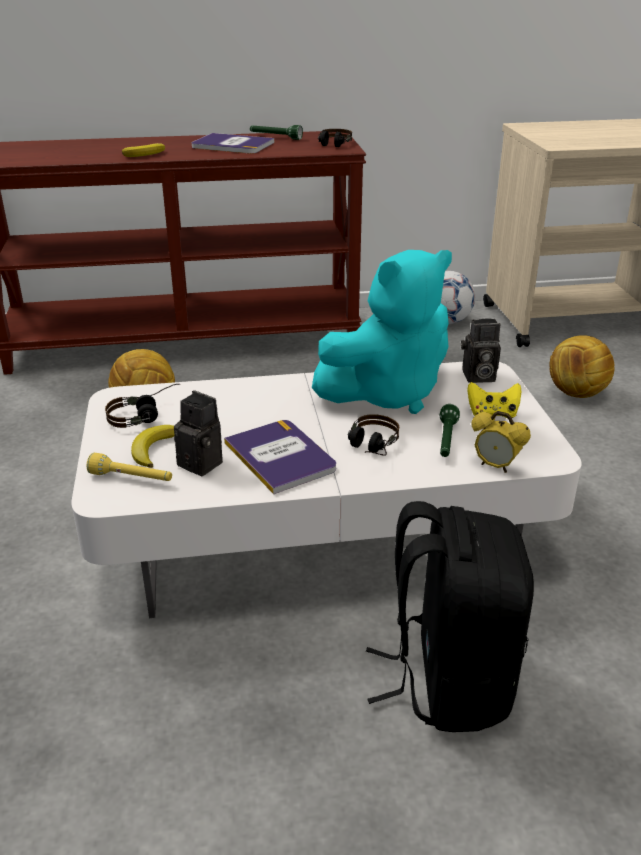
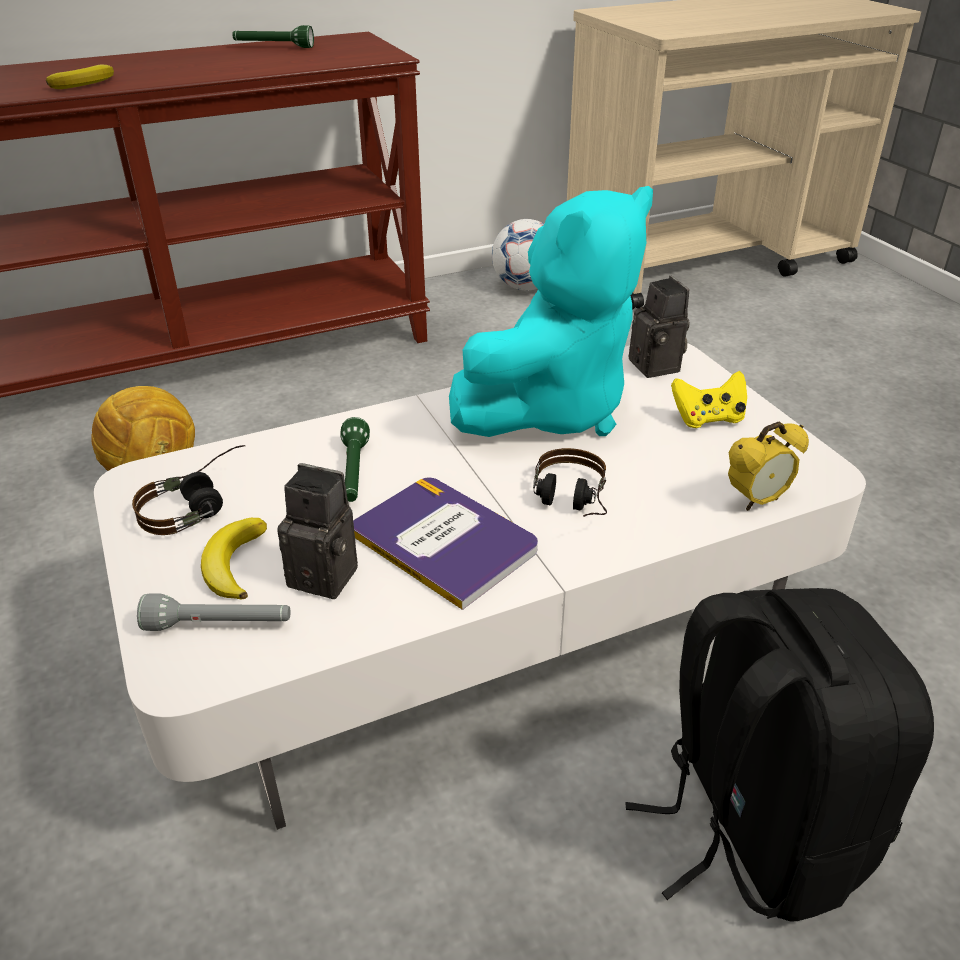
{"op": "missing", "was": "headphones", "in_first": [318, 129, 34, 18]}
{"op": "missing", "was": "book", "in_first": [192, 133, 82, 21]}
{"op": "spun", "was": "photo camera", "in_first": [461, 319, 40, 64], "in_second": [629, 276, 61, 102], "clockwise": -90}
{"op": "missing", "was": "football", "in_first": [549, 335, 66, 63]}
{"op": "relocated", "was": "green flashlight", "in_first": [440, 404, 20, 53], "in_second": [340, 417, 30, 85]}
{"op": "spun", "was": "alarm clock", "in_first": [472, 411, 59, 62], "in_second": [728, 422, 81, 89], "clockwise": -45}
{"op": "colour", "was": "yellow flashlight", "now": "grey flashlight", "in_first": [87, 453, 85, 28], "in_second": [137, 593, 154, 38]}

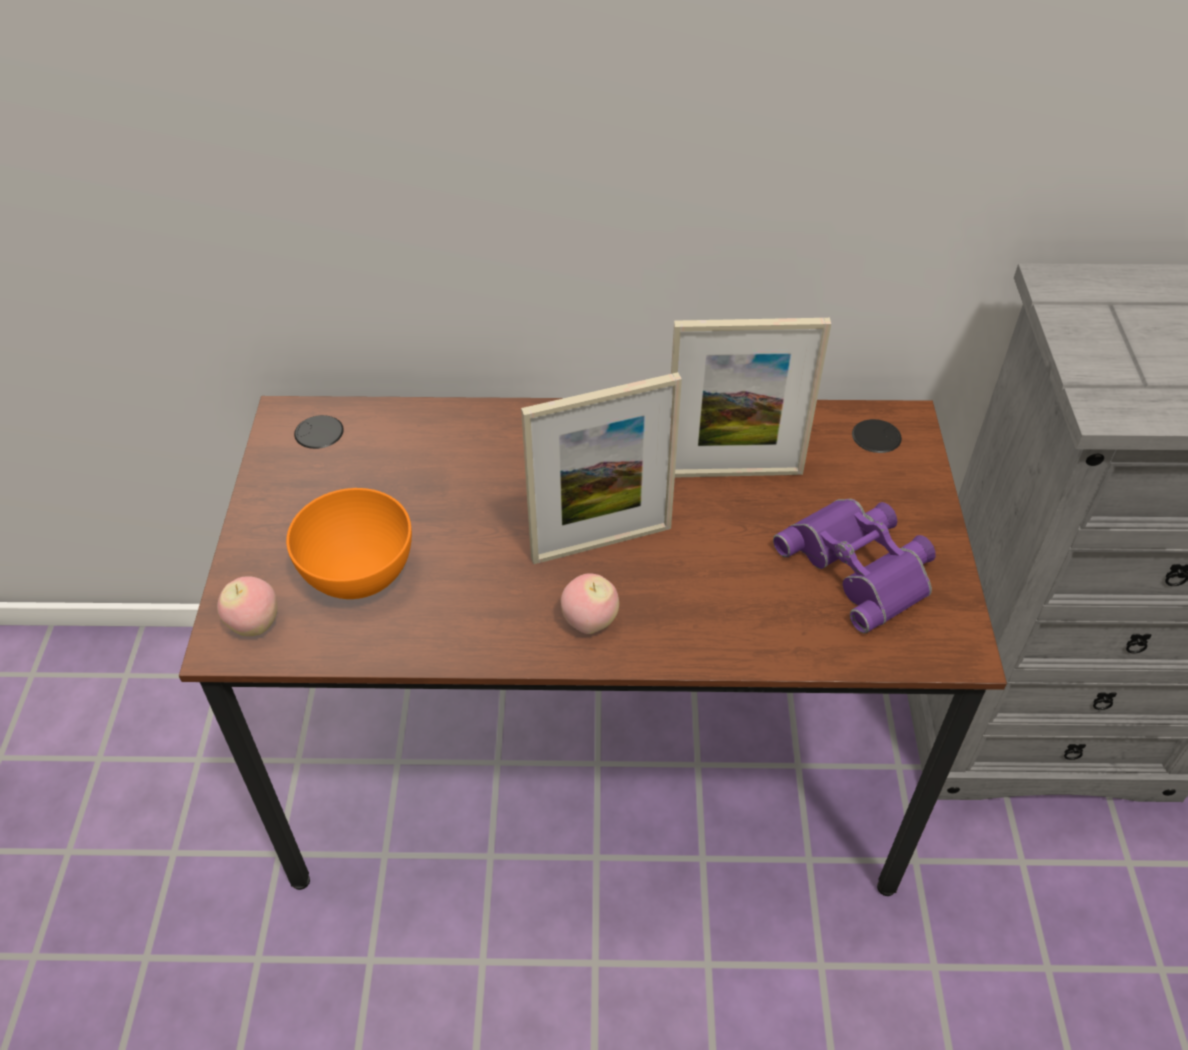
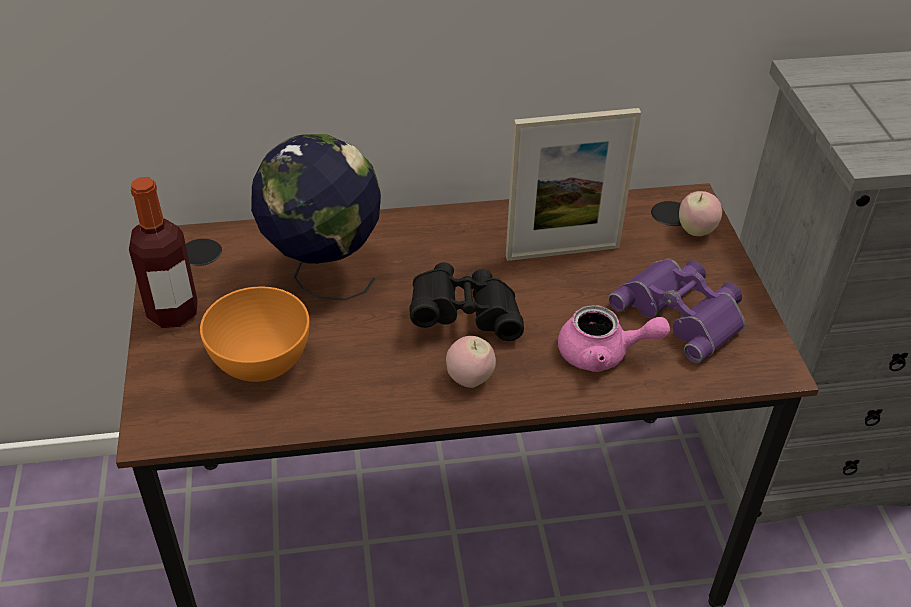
{"op": "exchanged", "was": "picture frame", "now": "black binoculars", "in_first": [521, 372, 161, 192], "in_second": [409, 262, 115, 79]}
{"op": "relocated", "was": "apple", "in_first": [217, 576, 60, 60], "in_second": [679, 191, 43, 45]}
{"op": "appeared", "now": "globe", "in_second": [251, 134, 130, 167]}
{"op": "appeared", "now": "bottle", "in_second": [129, 177, 69, 151]}
{"op": "appeared", "now": "pink teapot", "in_second": [558, 305, 112, 67]}

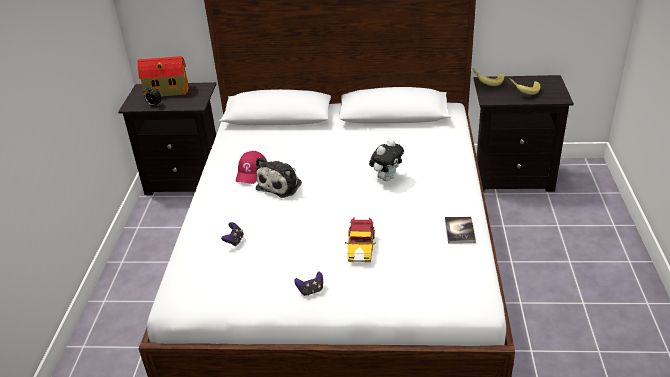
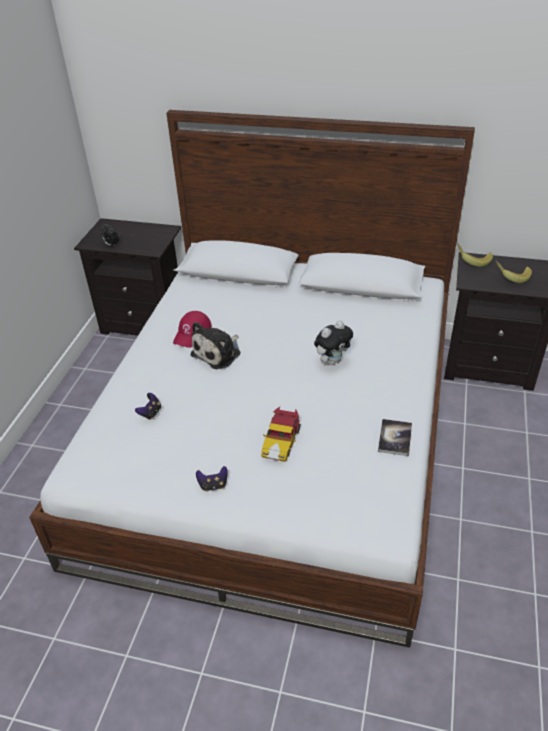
{"op": "missing", "was": "toy house", "in_first": [137, 56, 52, 40]}

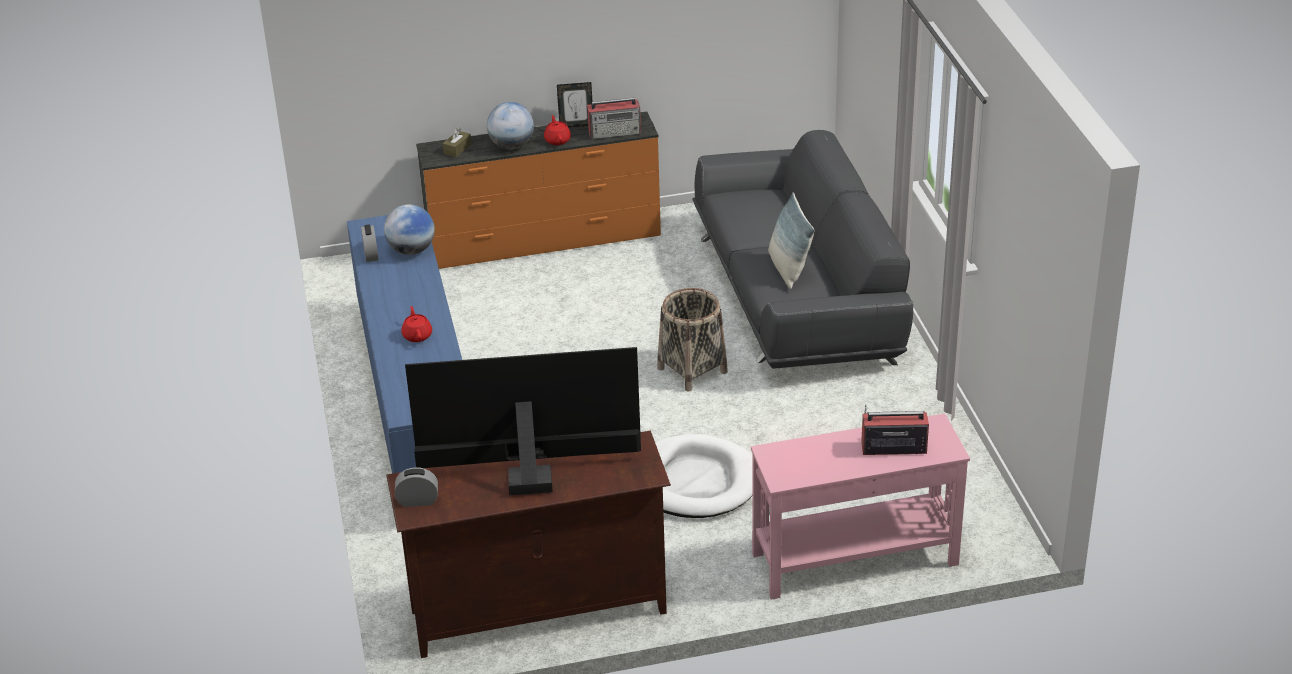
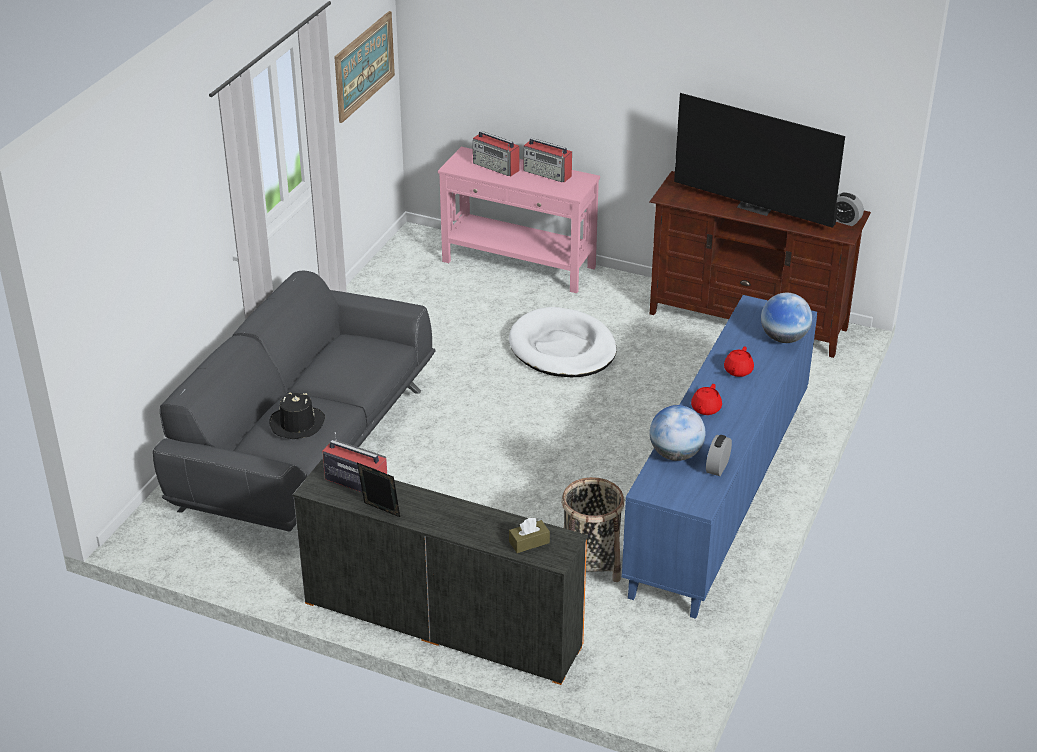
{"op": "relocated", "was": "globe", "in_first": [487, 102, 47, 47], "in_second": [761, 293, 51, 50]}
{"op": "relocated", "was": "red teapot", "in_first": [544, 115, 27, 30], "in_second": [691, 384, 31, 31]}
{"op": "missing", "was": "pillow", "in_first": [768, 192, 47, 97]}
{"op": "relocated", "was": "basket", "in_first": [657, 288, 71, 104], "in_second": [561, 477, 64, 105]}
{"op": "appeared", "now": "picture", "in_second": [335, 11, 60, 112]}
{"op": "appeared", "now": "radio", "in_second": [524, 138, 48, 45]}
{"op": "appeared", "now": "black hat", "in_second": [269, 392, 56, 47]}

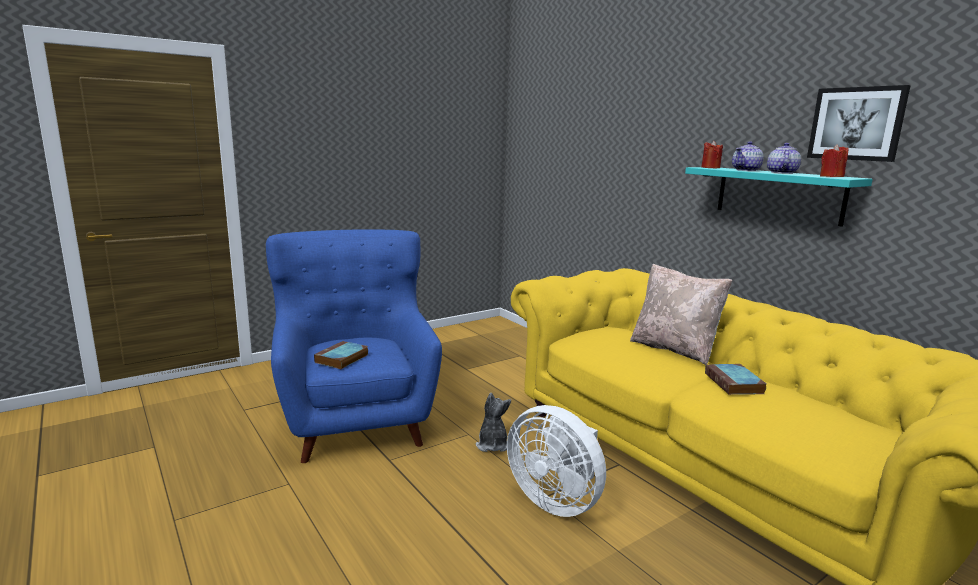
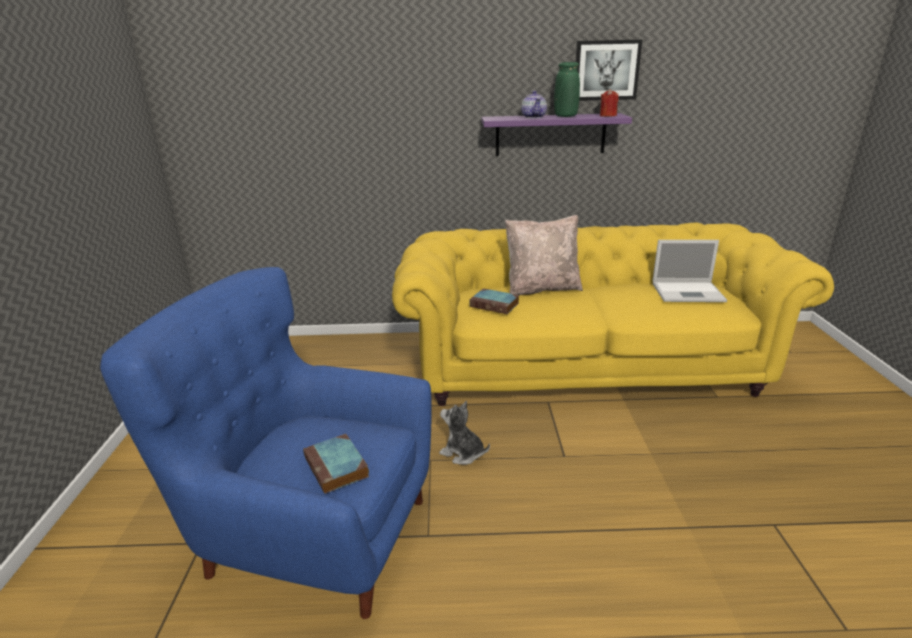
{"op": "missing", "was": "red candle", "in_first": [701, 140, 22, 28]}
{"op": "exchanged", "was": "teapot", "now": "green vase", "in_first": [767, 143, 34, 31], "in_second": [554, 62, 26, 55]}
{"op": "colour", "was": "turquoise shelf", "now": "purple shelf", "in_first": [685, 167, 188, 60], "in_second": [482, 113, 150, 43]}
{"op": "relocated", "was": "book", "in_first": [705, 364, 61, 31], "in_second": [470, 288, 49, 26]}
{"op": "missing", "was": "white fan", "in_first": [507, 405, 99, 112]}
{"op": "appeared", "now": "laptop", "in_second": [652, 240, 75, 62]}

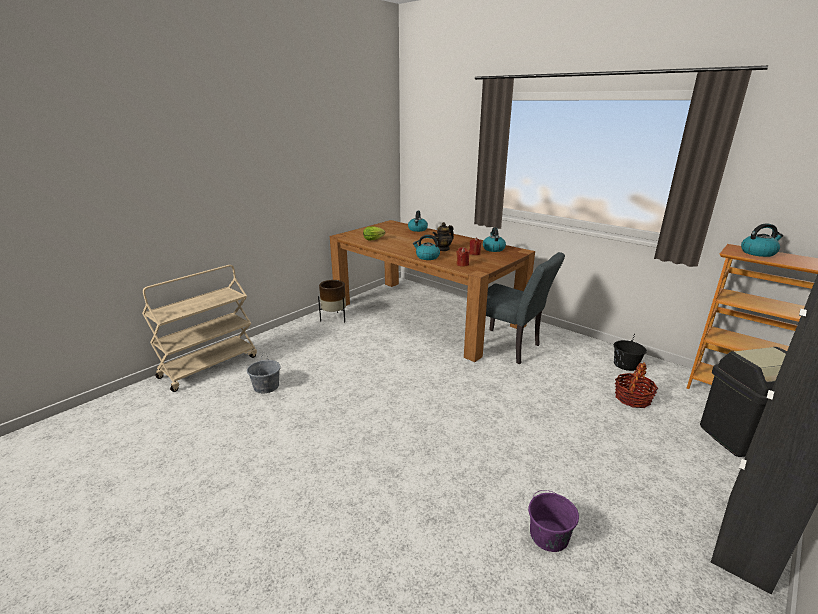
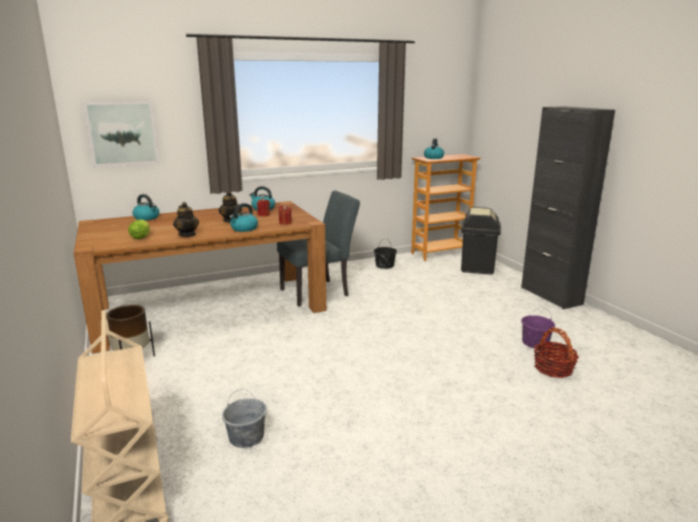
{"op": "relocated", "was": "basket", "in_first": [615, 362, 43, 46], "in_second": [534, 327, 45, 51]}
{"op": "appeared", "now": "picture", "in_second": [84, 101, 75, 66]}
{"op": "appeared", "now": "teapot", "in_second": [173, 202, 26, 35]}

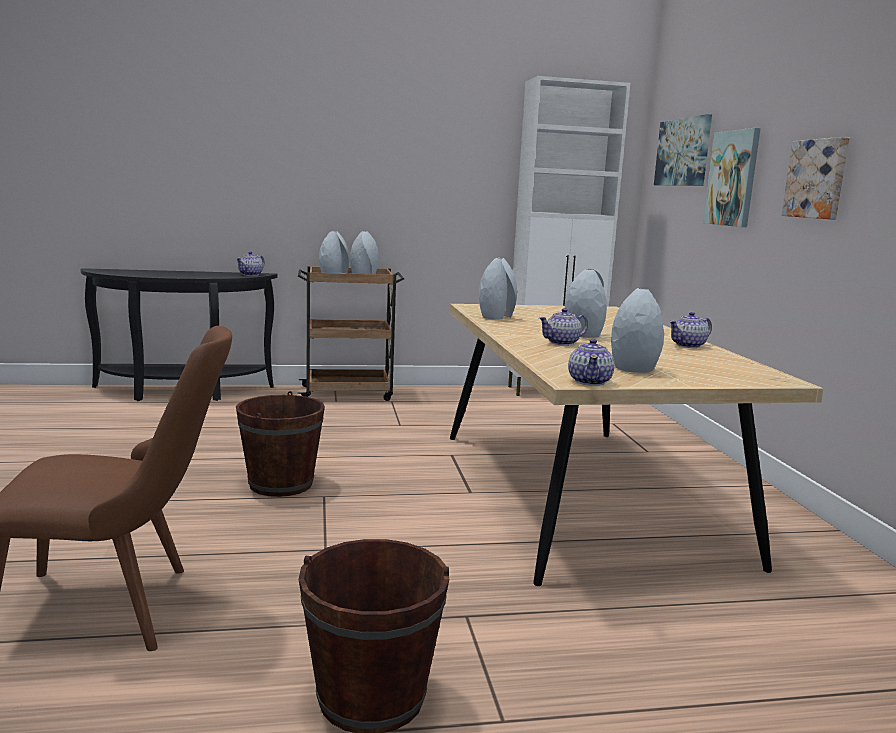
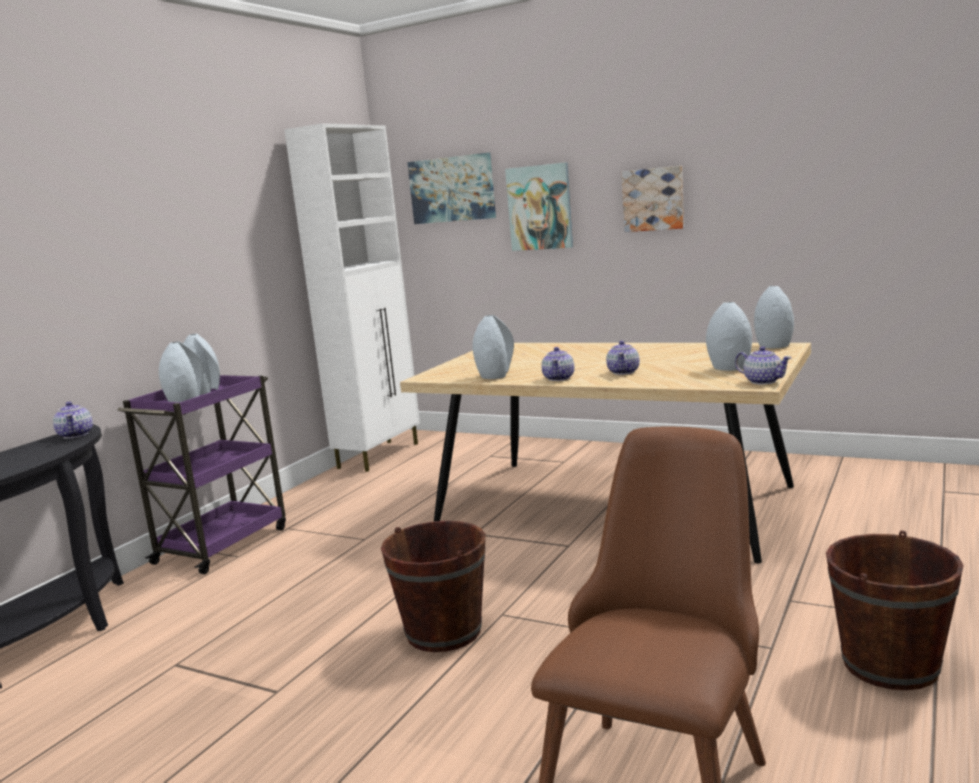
{"op": "colour", "was": "brown cart", "now": "purple cart", "in_first": [298, 266, 106, 135], "in_second": [118, 375, 168, 199]}
{"op": "relocated", "was": "grey vase", "in_first": [565, 269, 42, 69], "in_second": [754, 286, 40, 62]}
{"op": "relocated", "was": "teapot", "in_first": [669, 312, 43, 36], "in_second": [542, 347, 33, 34]}

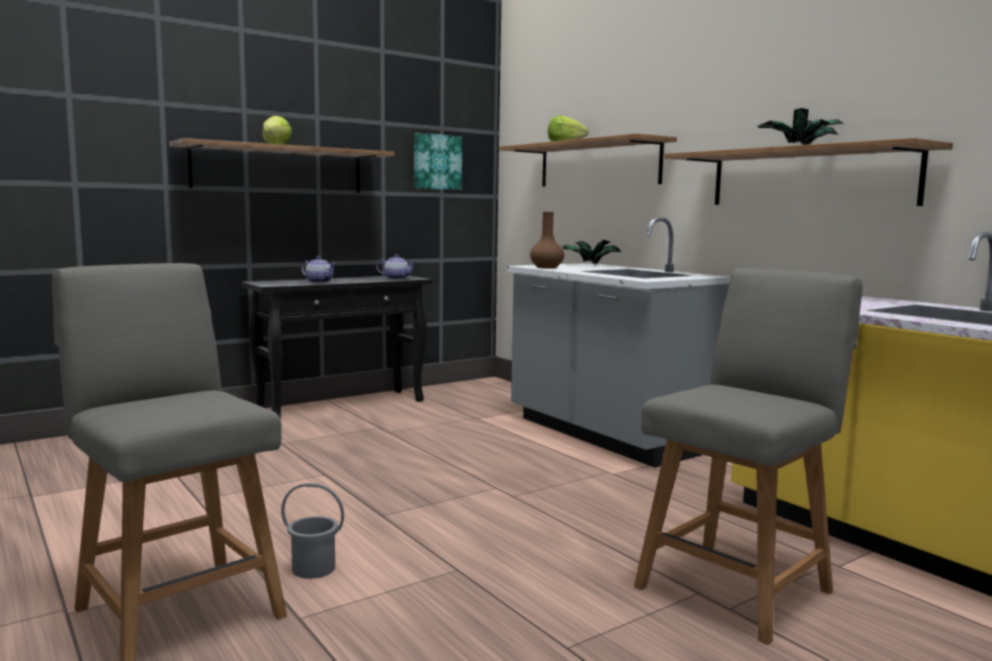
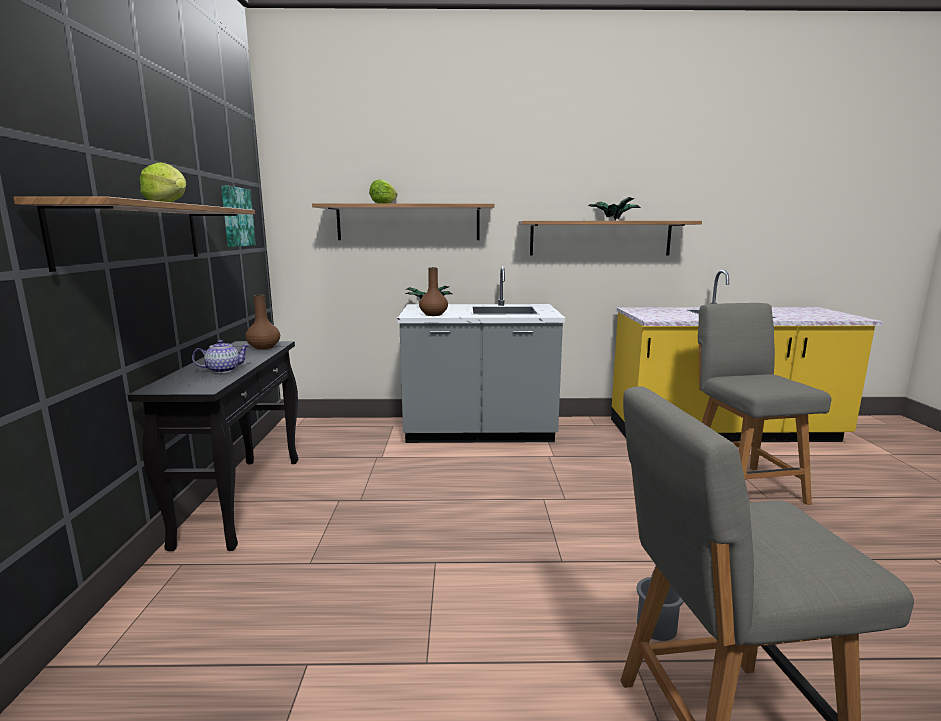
{"op": "exchanged", "was": "teapot", "now": "brown vase", "in_first": [376, 254, 40, 25], "in_second": [246, 295, 34, 55]}

